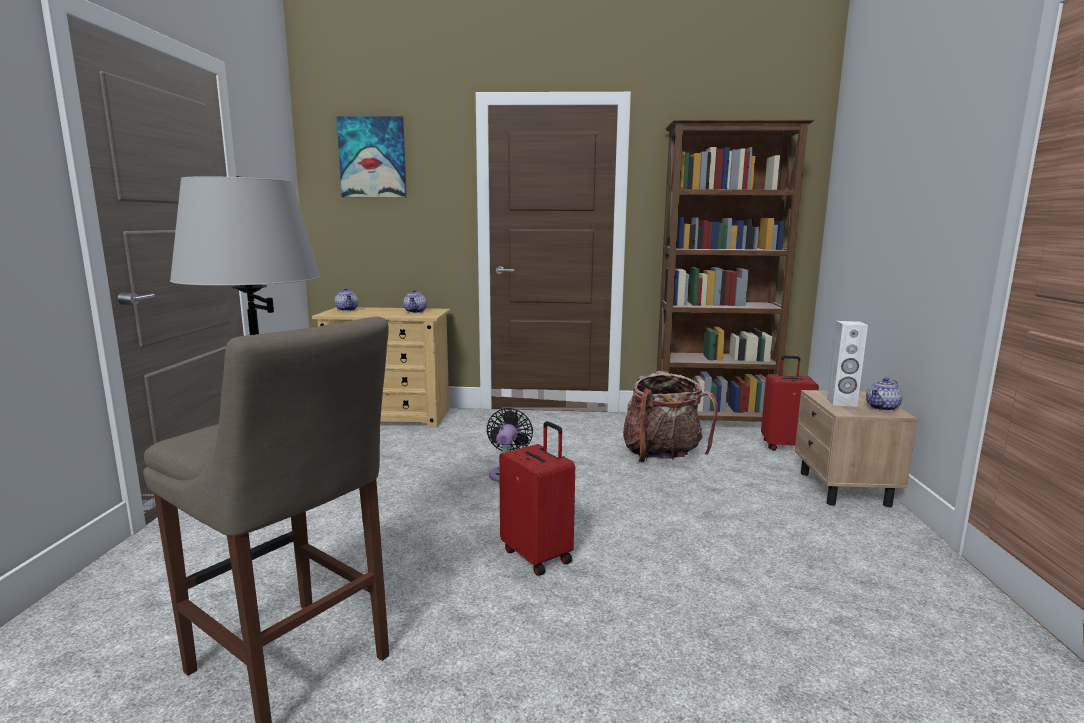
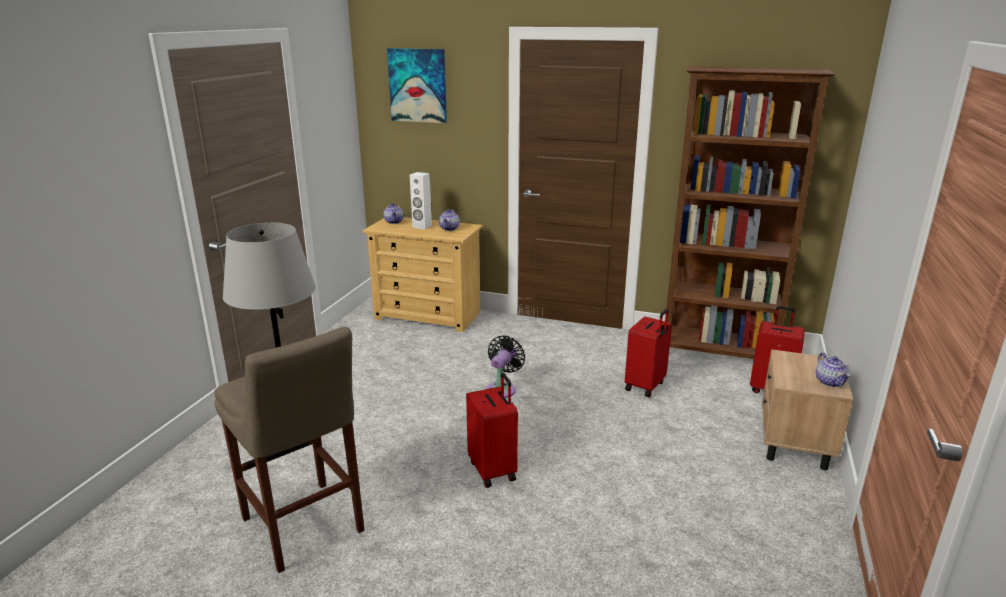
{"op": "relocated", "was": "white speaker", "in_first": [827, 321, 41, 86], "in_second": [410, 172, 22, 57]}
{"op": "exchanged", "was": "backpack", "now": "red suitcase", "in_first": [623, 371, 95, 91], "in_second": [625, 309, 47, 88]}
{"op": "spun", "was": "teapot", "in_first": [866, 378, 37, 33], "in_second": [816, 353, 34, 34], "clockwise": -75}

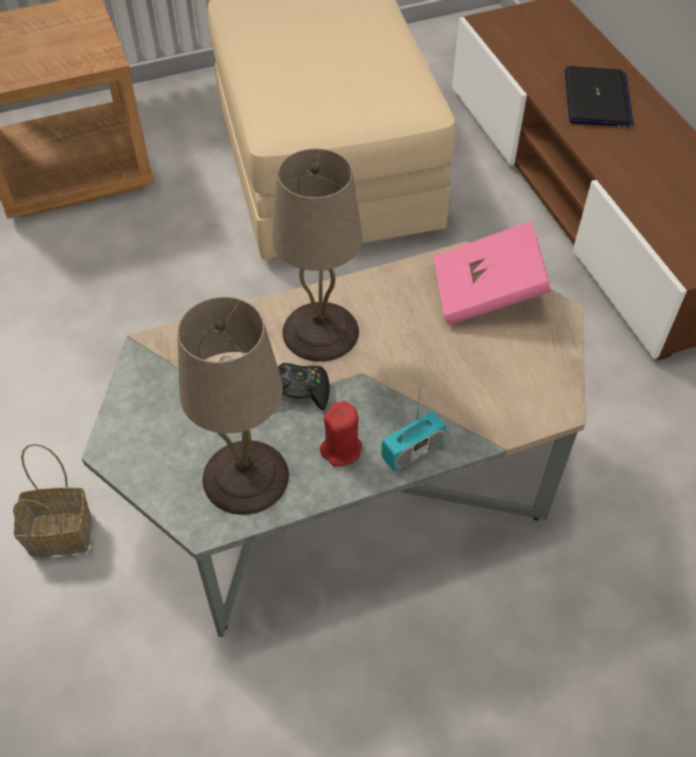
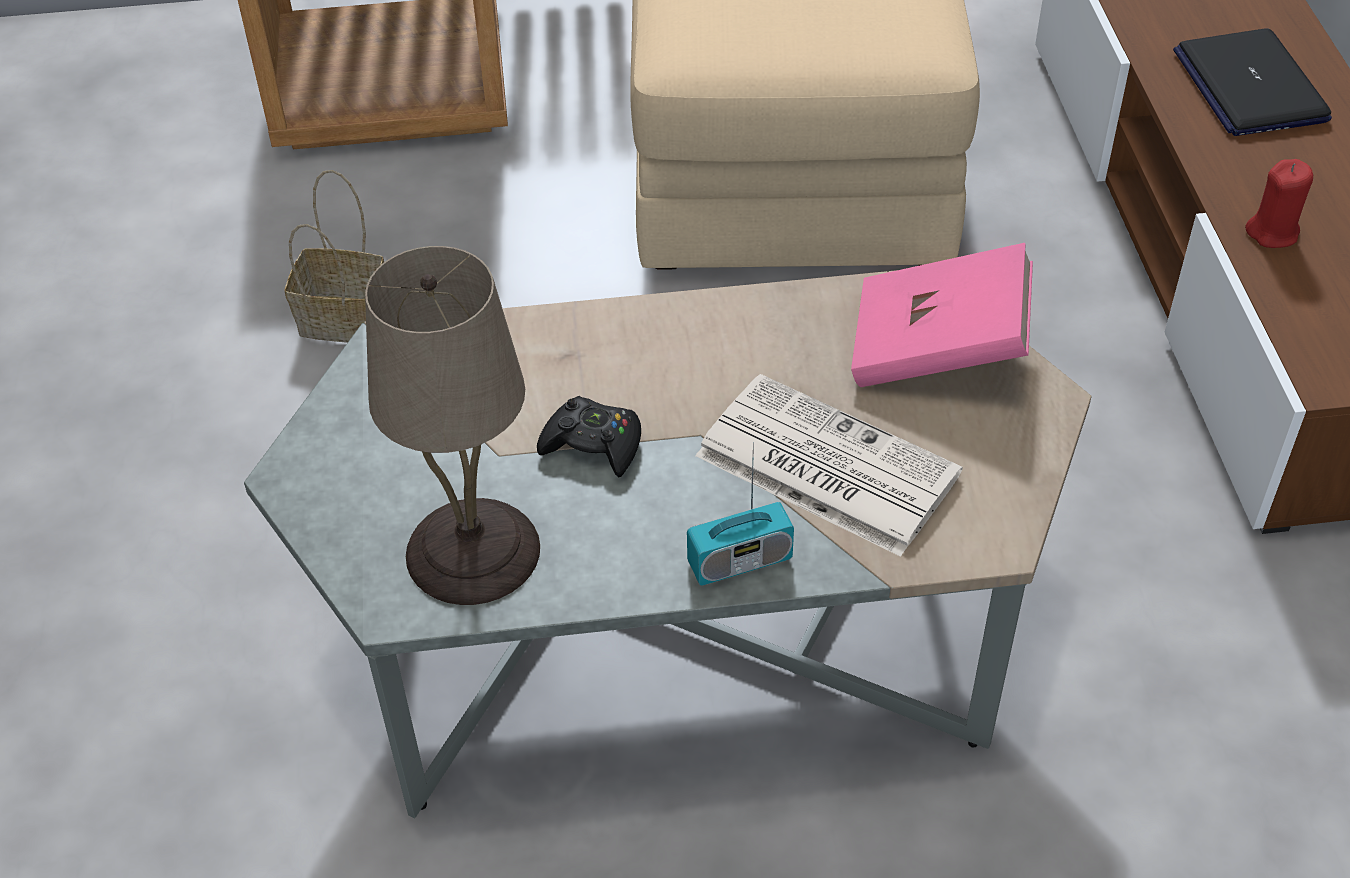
{"op": "spun", "was": "laptop", "in_first": [565, 66, 69, 61], "in_second": [1173, 29, 159, 107], "clockwise": 150}
{"op": "missing", "was": "beige table lamp", "in_first": [272, 149, 91, 213]}
{"op": "relocated", "was": "red candle", "in_first": [320, 401, 42, 66], "in_second": [1245, 159, 68, 89]}
{"op": "relocated", "was": "basket", "in_first": [13, 444, 78, 112], "in_second": [284, 170, 100, 173]}
{"op": "appeared", "now": "newspaper", "in_second": [696, 374, 266, 183]}

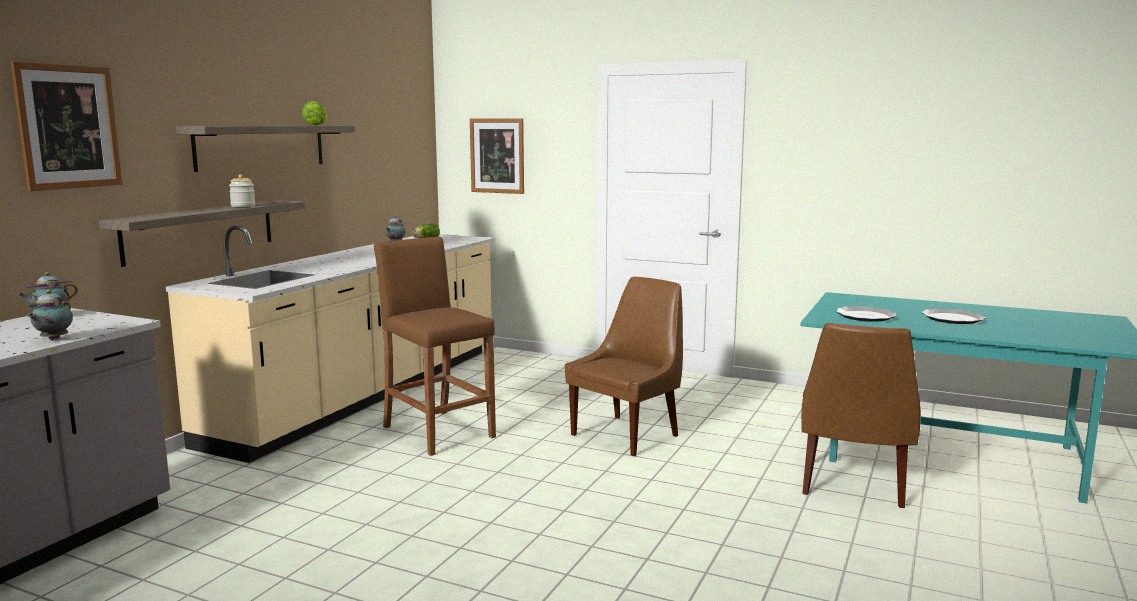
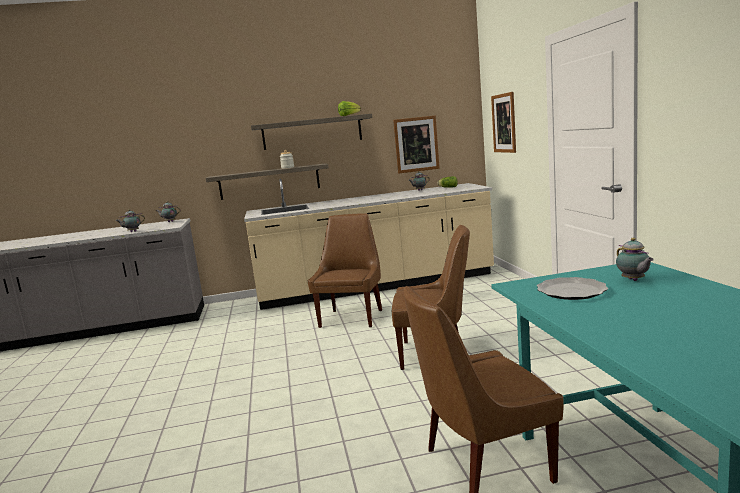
{"op": "relocated", "was": "picture", "in_first": [10, 61, 112, 130], "in_second": [393, 116, 47, 58]}
{"op": "exchanged", "was": "brown stool", "now": "brown chair", "in_first": [374, 237, 122, 219], "in_second": [308, 213, 74, 115]}
{"op": "missing", "was": "plate", "in_first": [921, 308, 65, 16]}
{"op": "appeared", "now": "teapot", "in_second": [616, 238, 38, 43]}

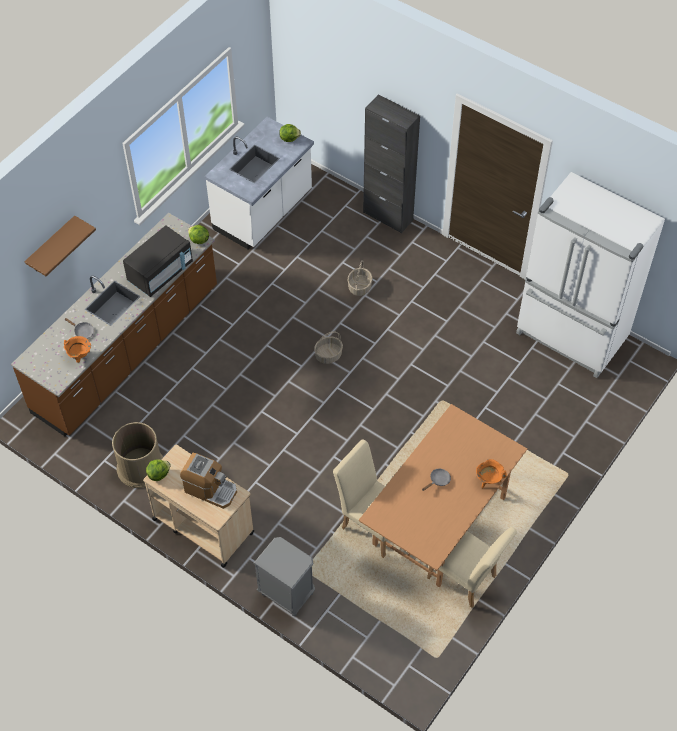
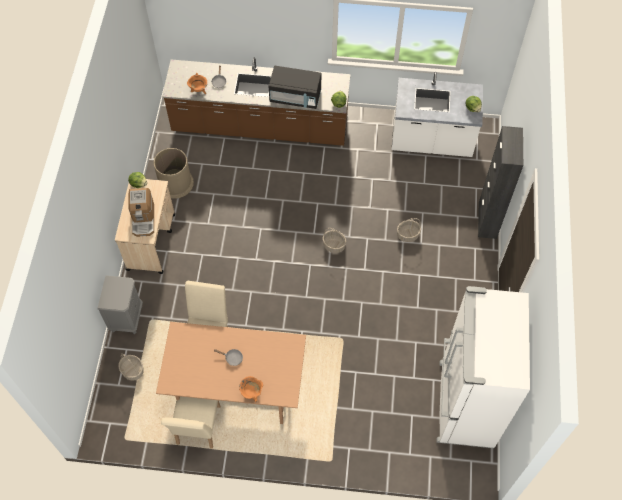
{"op": "missing", "was": "brown shelf", "in_first": [24, 215, 72, 61]}
{"op": "appeared", "now": "basket", "in_second": [118, 353, 26, 28]}

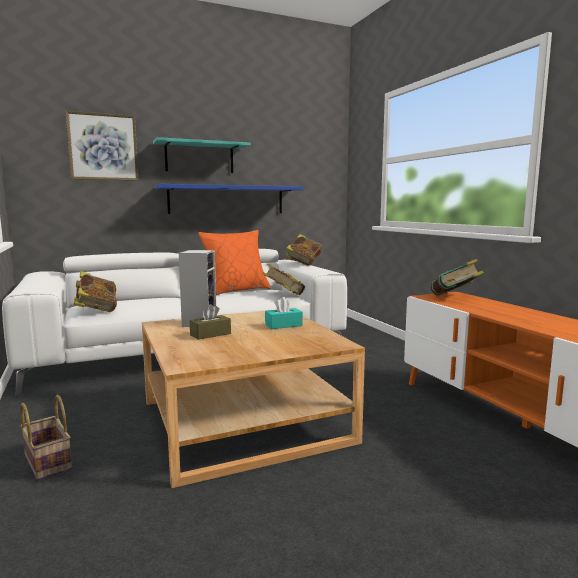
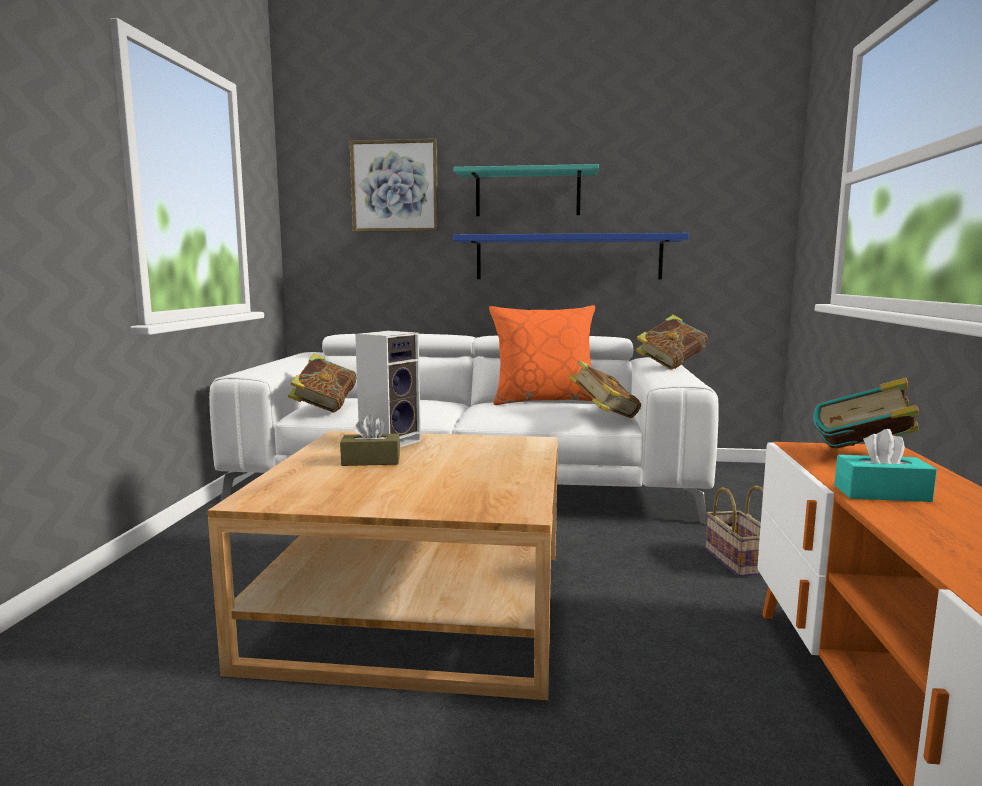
{"op": "relocated", "was": "turquoise tissue box", "in_first": [265, 297, 38, 32], "in_second": [834, 429, 103, 73]}
{"op": "relocated", "was": "basket", "in_first": [20, 395, 52, 86], "in_second": [706, 485, 57, 92]}

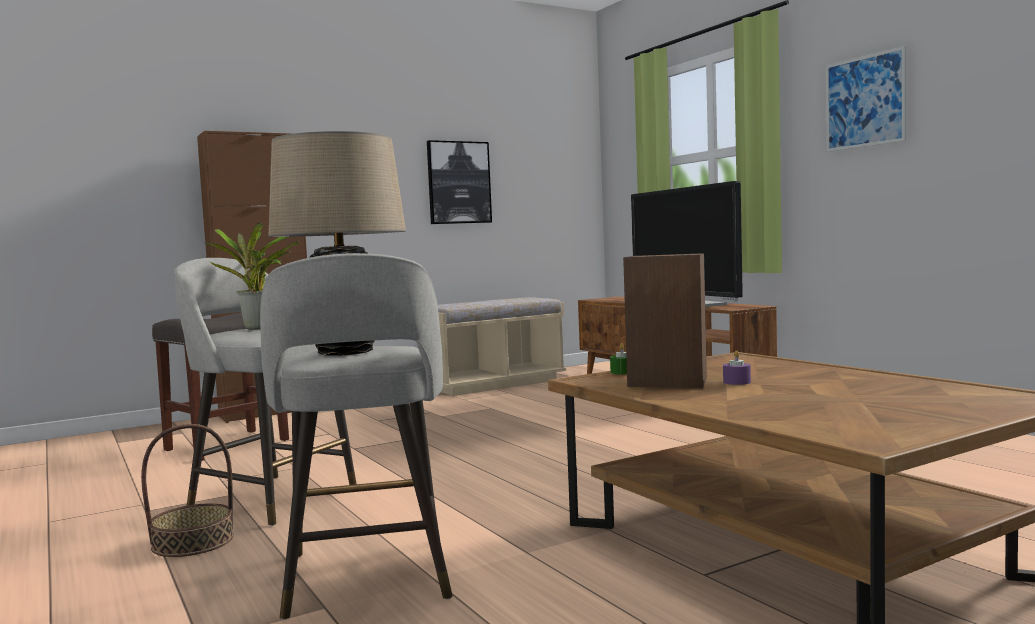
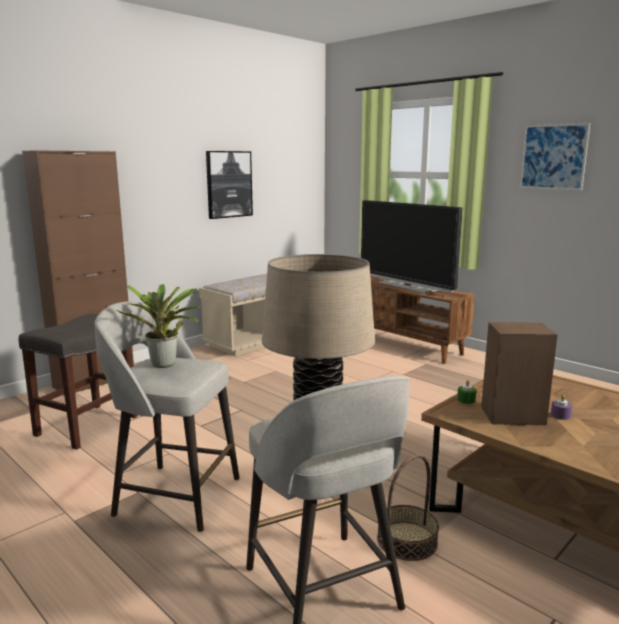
{"op": "relocated", "was": "basket", "in_first": [141, 424, 93, 133], "in_second": [377, 454, 62, 107]}

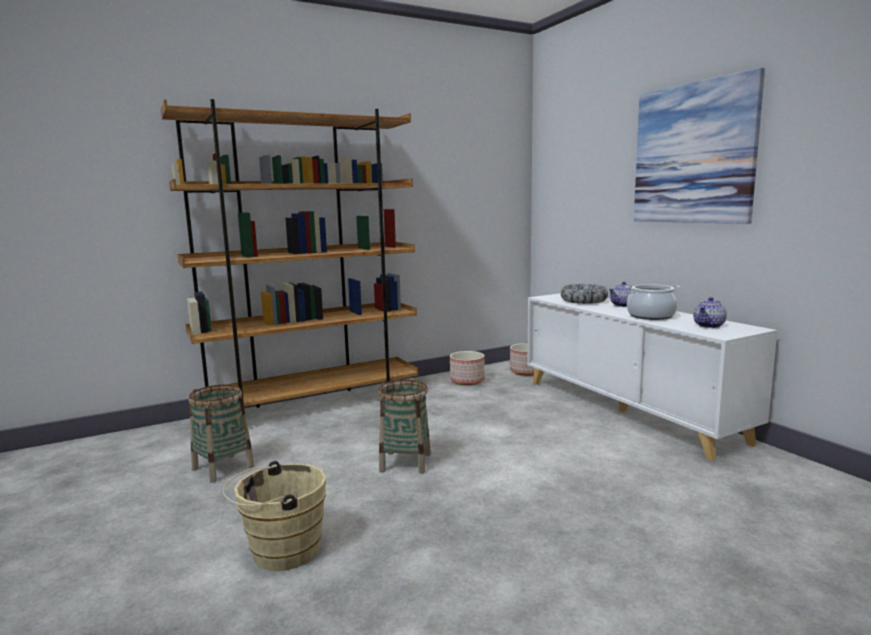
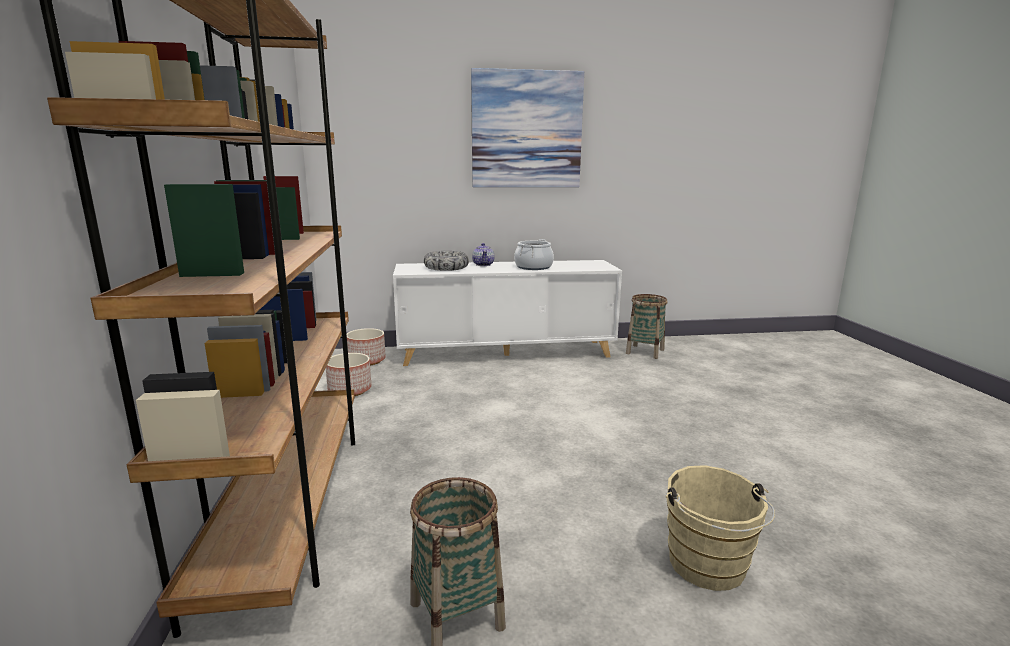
{"op": "missing", "was": "teapot", "in_first": [693, 297, 34, 31]}
{"op": "relocated", "was": "basket", "in_first": [378, 379, 53, 95], "in_second": [626, 294, 42, 65]}

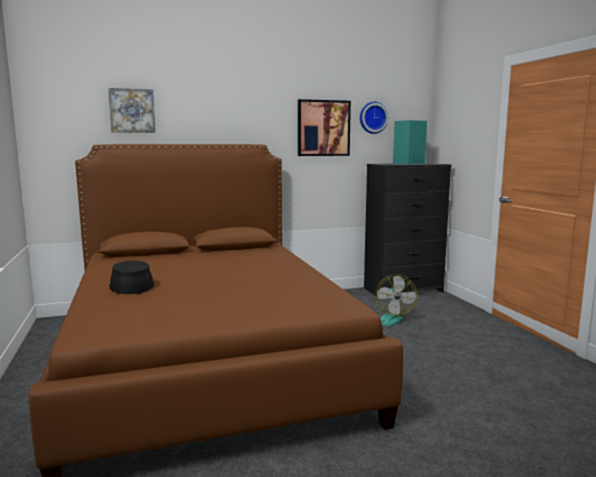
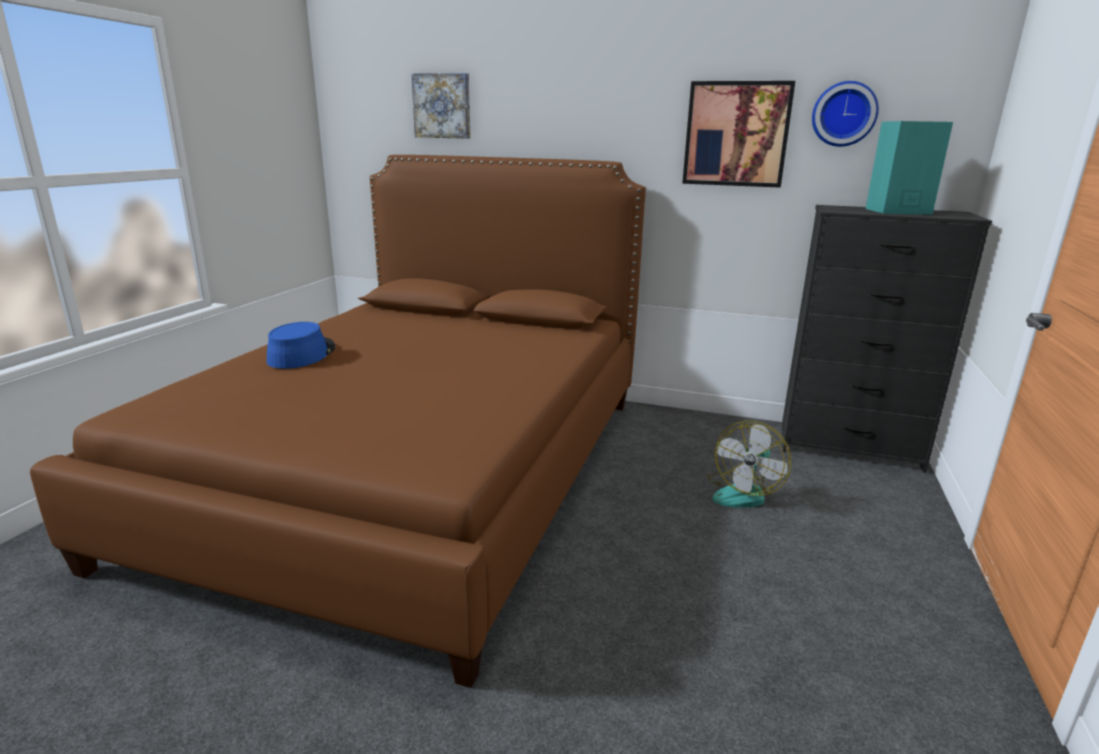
{"op": "colour", "was": "black hat", "now": "blue hat", "in_first": [109, 261, 45, 33], "in_second": [267, 322, 69, 47]}

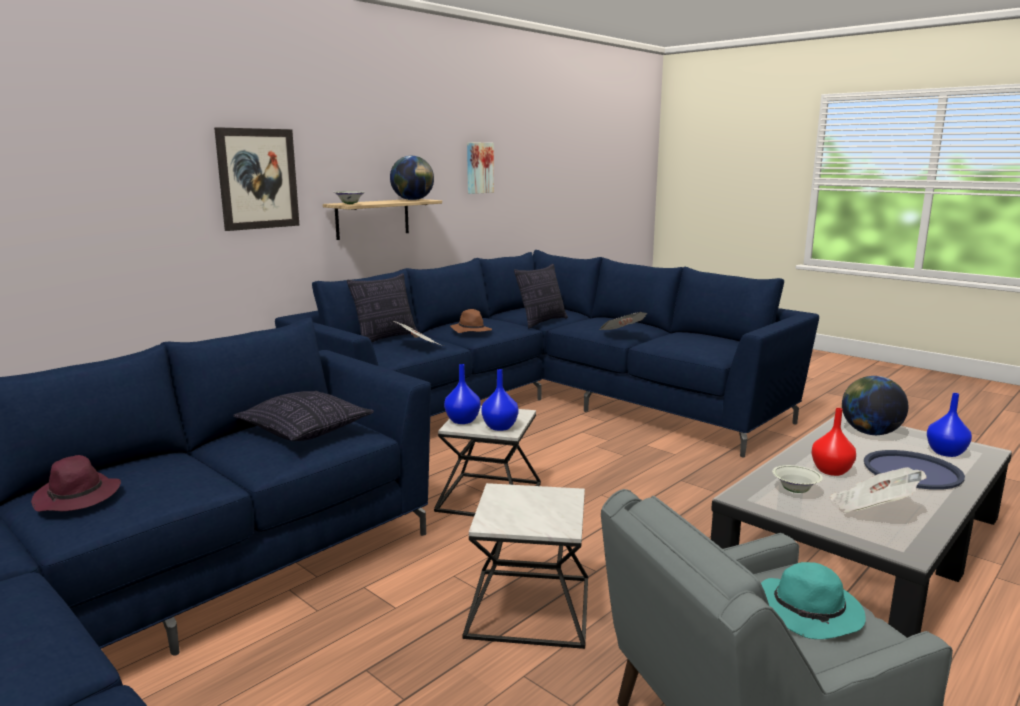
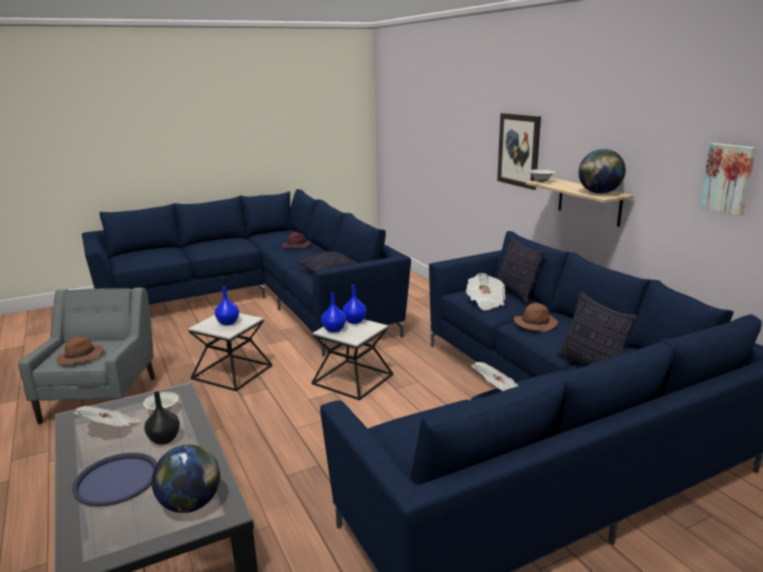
{"op": "relocated", "was": "blue vase", "in_first": [927, 393, 45, 64], "in_second": [215, 286, 24, 39]}
{"op": "colour", "was": "red vase", "now": "black vase", "in_first": [812, 408, 44, 68], "in_second": [144, 391, 36, 54]}
{"op": "colour", "was": "turquoise hat", "now": "brown hat", "in_first": [761, 562, 105, 77], "in_second": [56, 337, 47, 27]}

